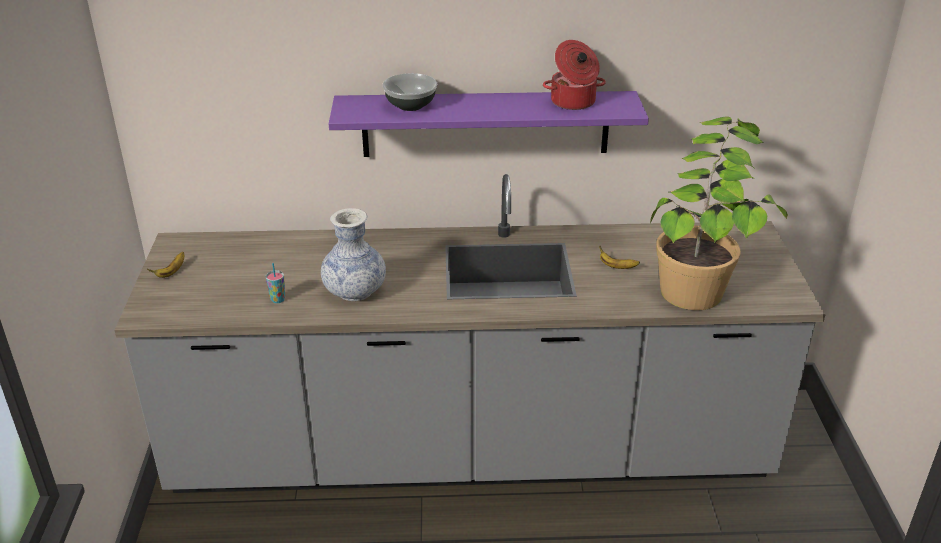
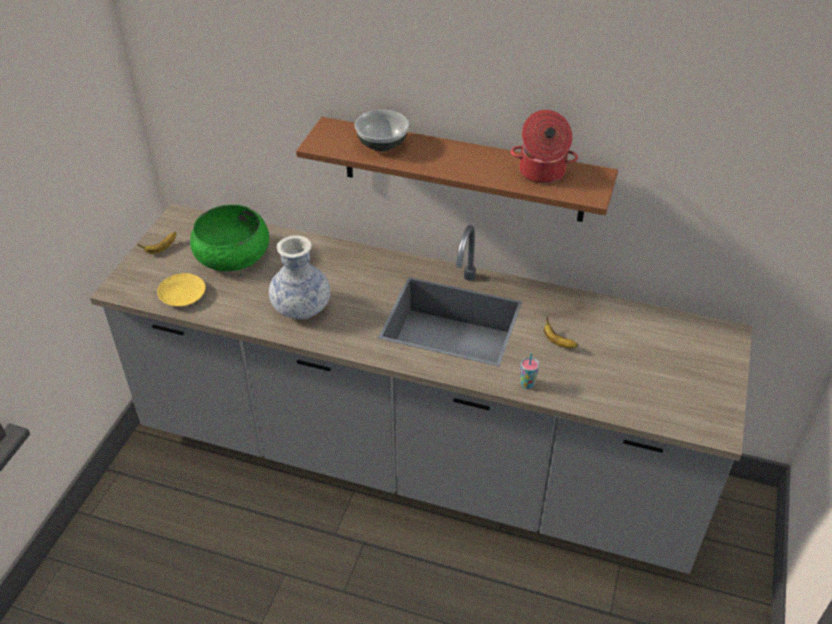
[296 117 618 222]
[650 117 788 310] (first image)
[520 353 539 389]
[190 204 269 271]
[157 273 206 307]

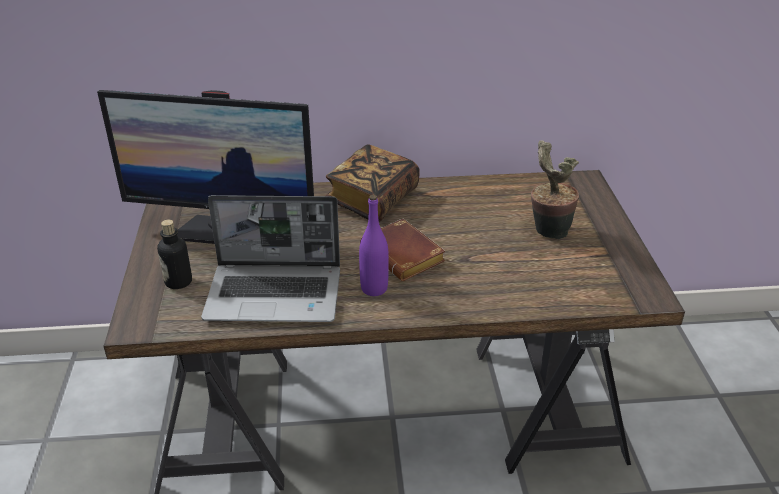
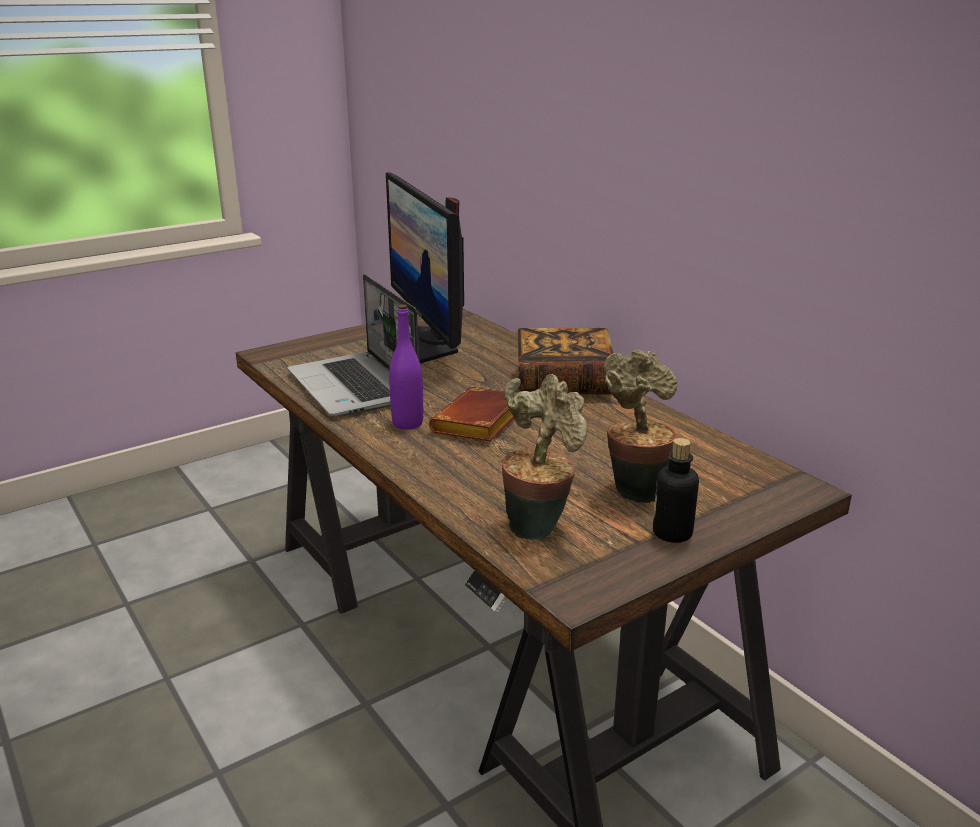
[653 438 699 543]
[502 374 588 540]

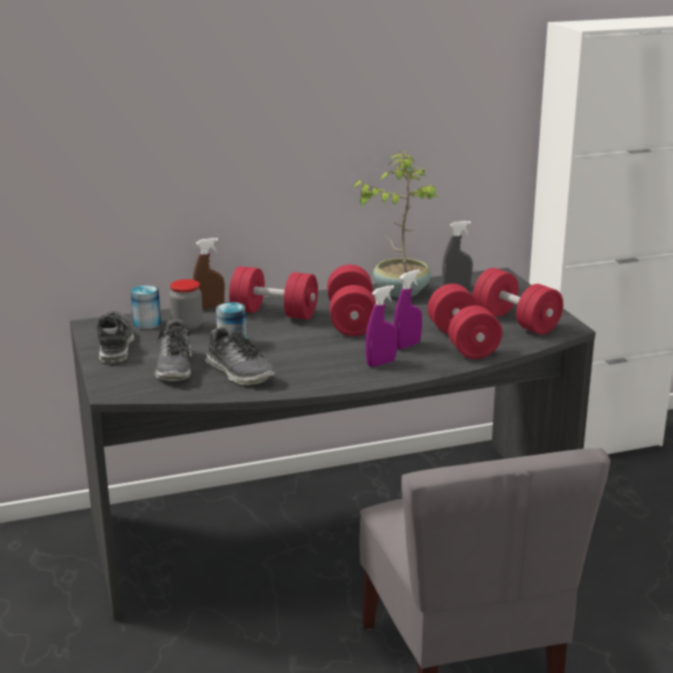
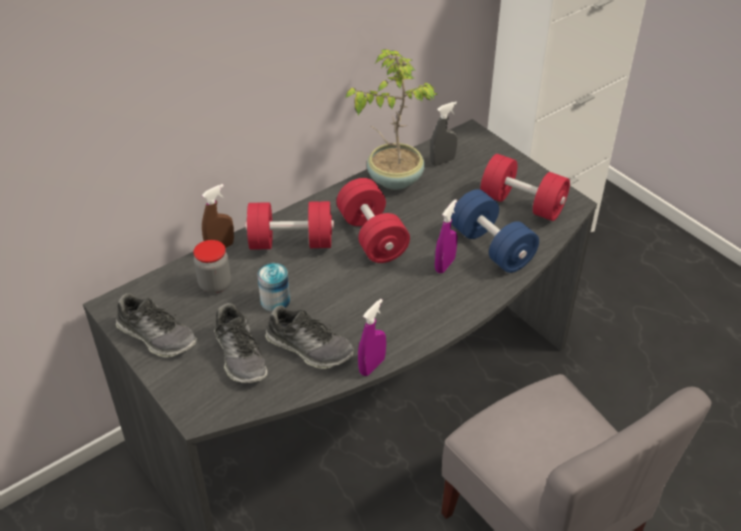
[451 189 539 273]
[131 285 161 329] (first image)
[358 299 386 376]
[116 293 197 357]

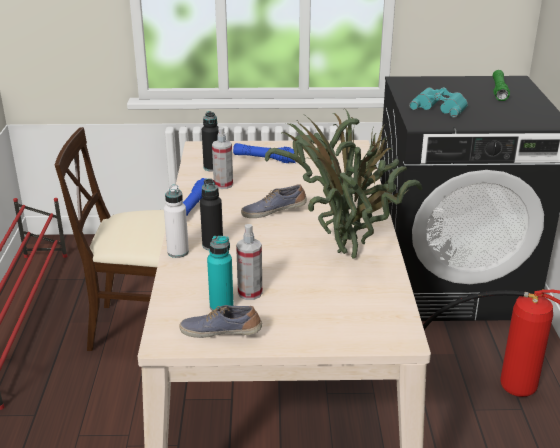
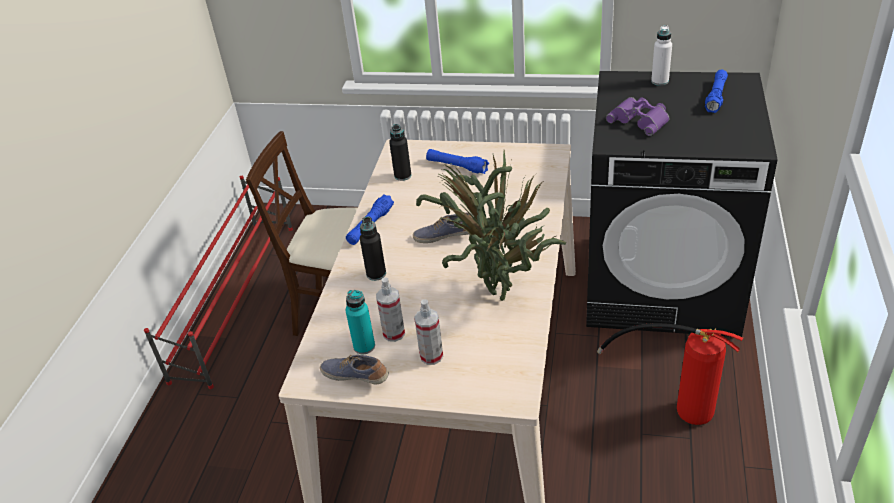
[705 70 728 113]
[606 97 670 136]
[414 299 443 365]
[651 25 672 86]

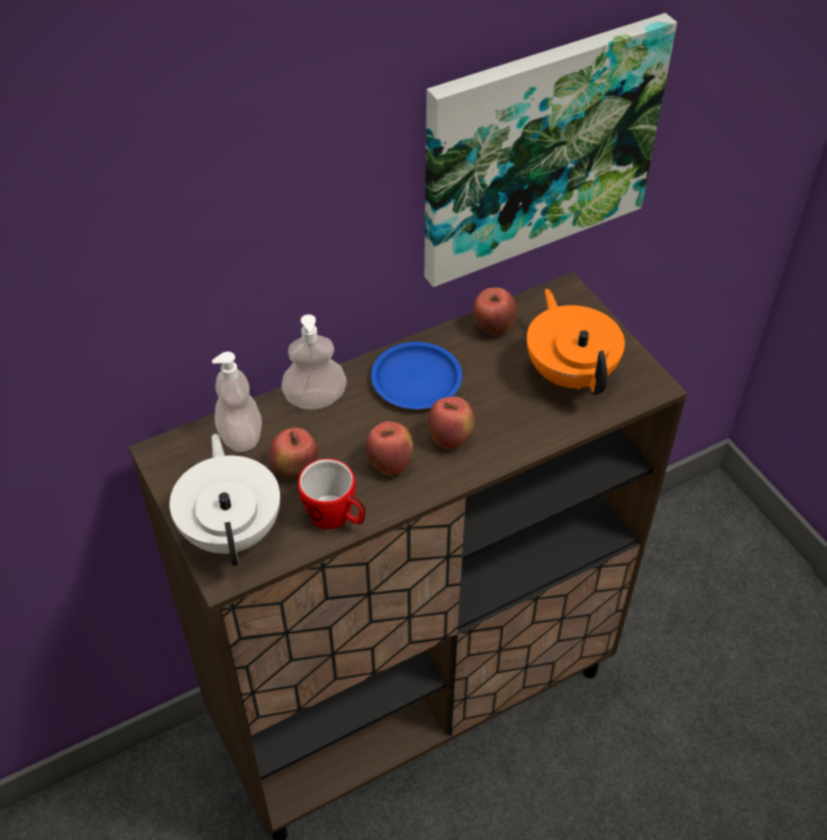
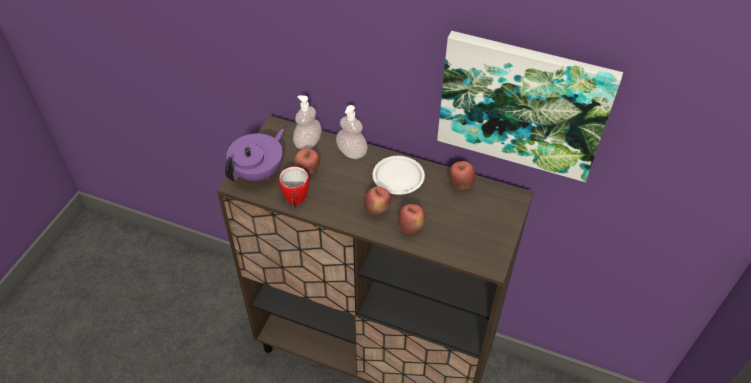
[527 289 625 395] (first image)
[373 156 425 195]
[398 204 425 234]
[225 129 284 181]

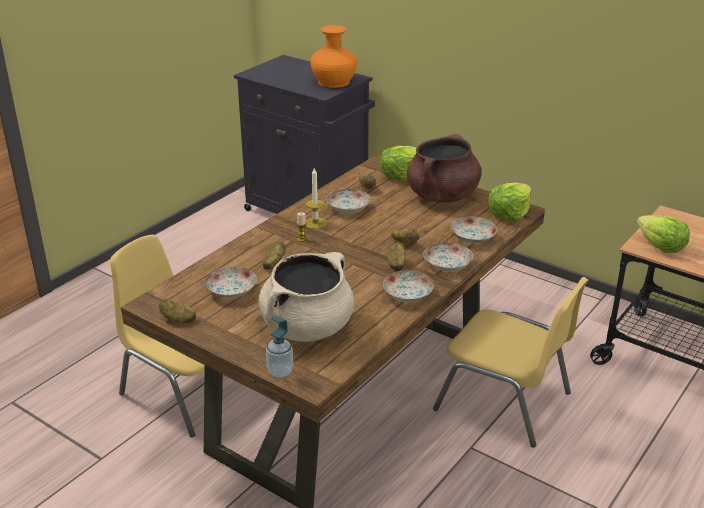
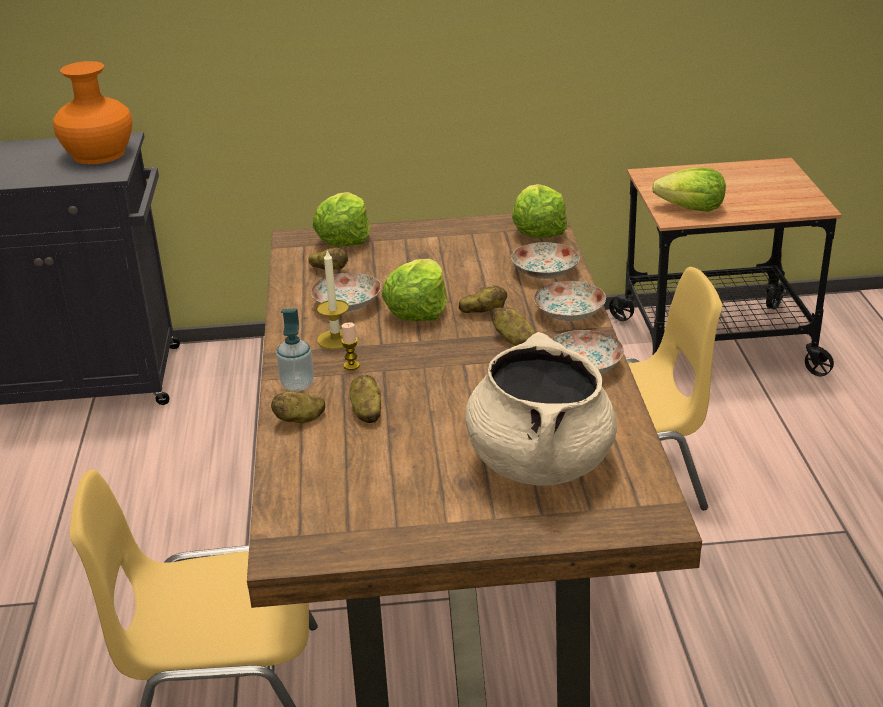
[407 134 482 203] (first image)
[205 267 257 298] (first image)
[271 392 325 423]
[276 308 314 392]
[382 259 447 321]

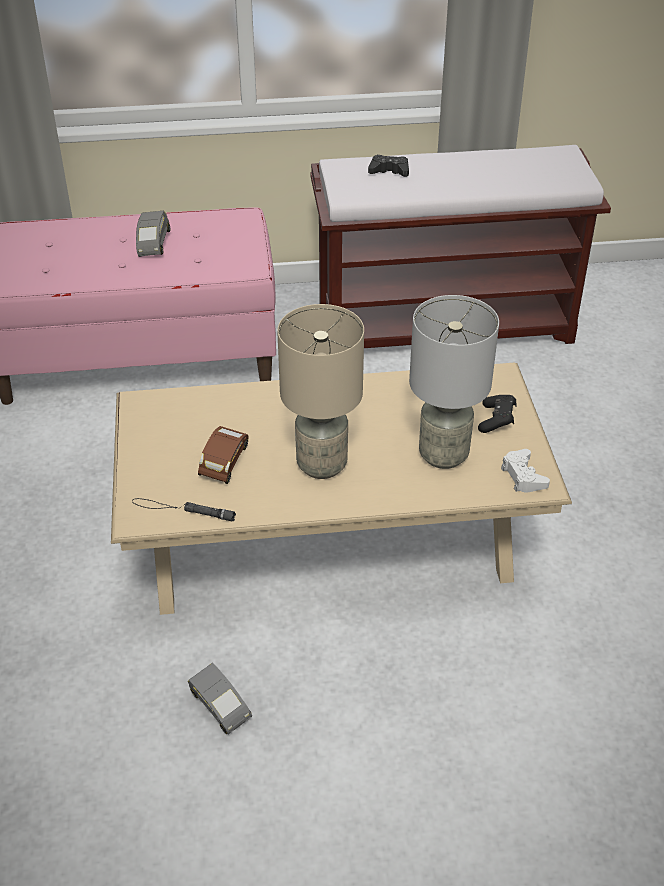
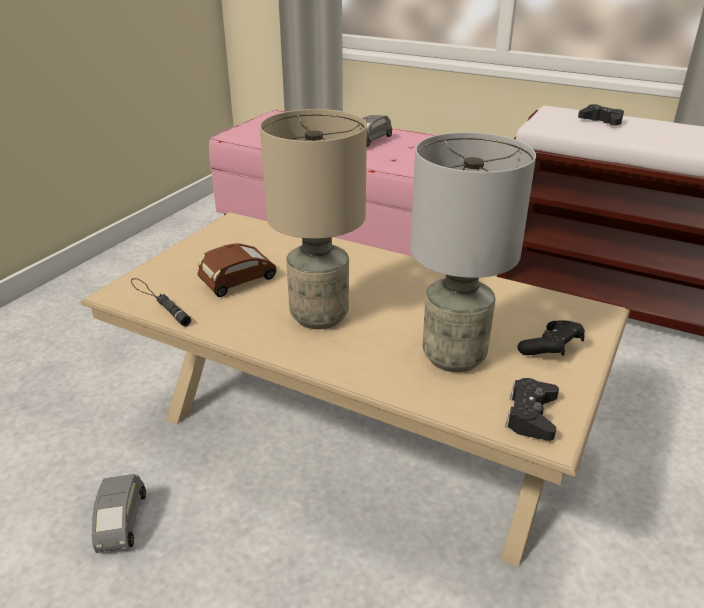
[505 378 559 441]

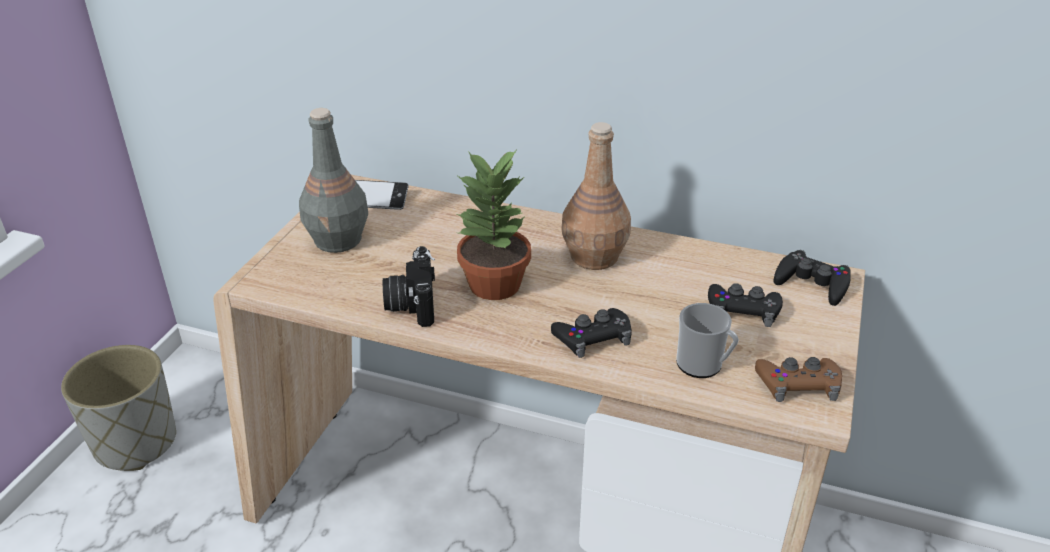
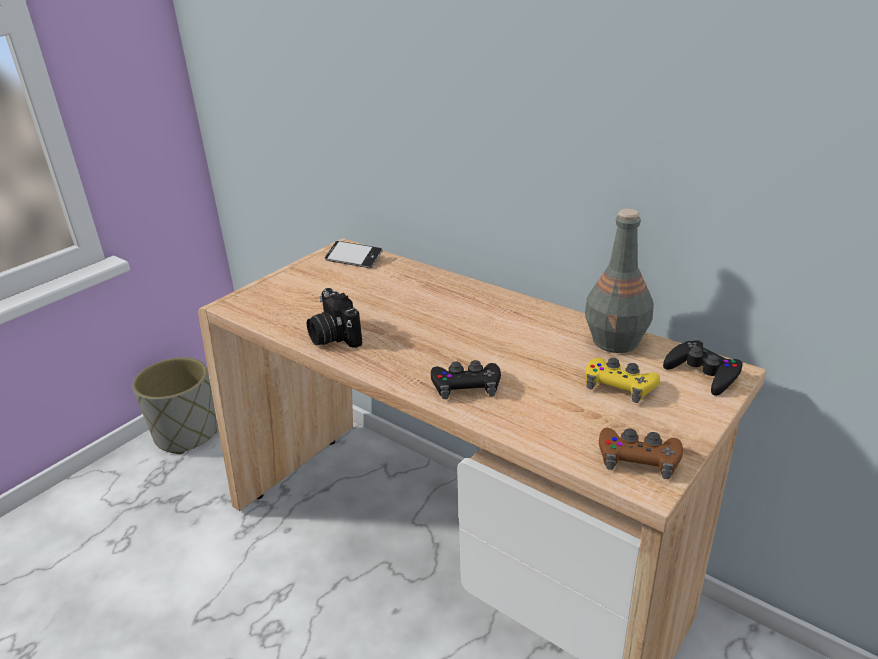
[585 209 654 353]
[561 122 631 270] (first image)
[457 149 531 300] (first image)
[307 288 362 348]
[586 358 660 403]
[676 303 739 378] (first image)

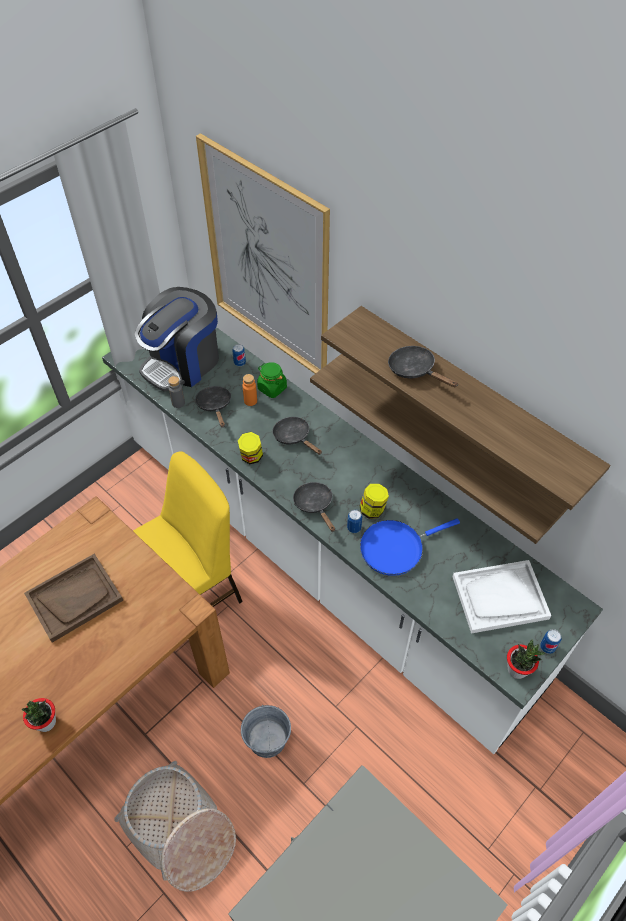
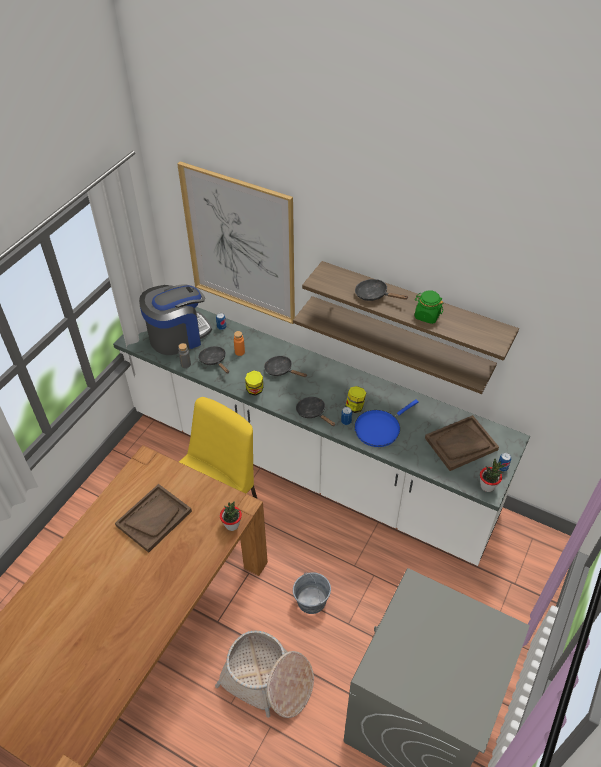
[139 284 212 355]
[415 290 444 324]
[425 415 499 471]
[220 501 242 531]

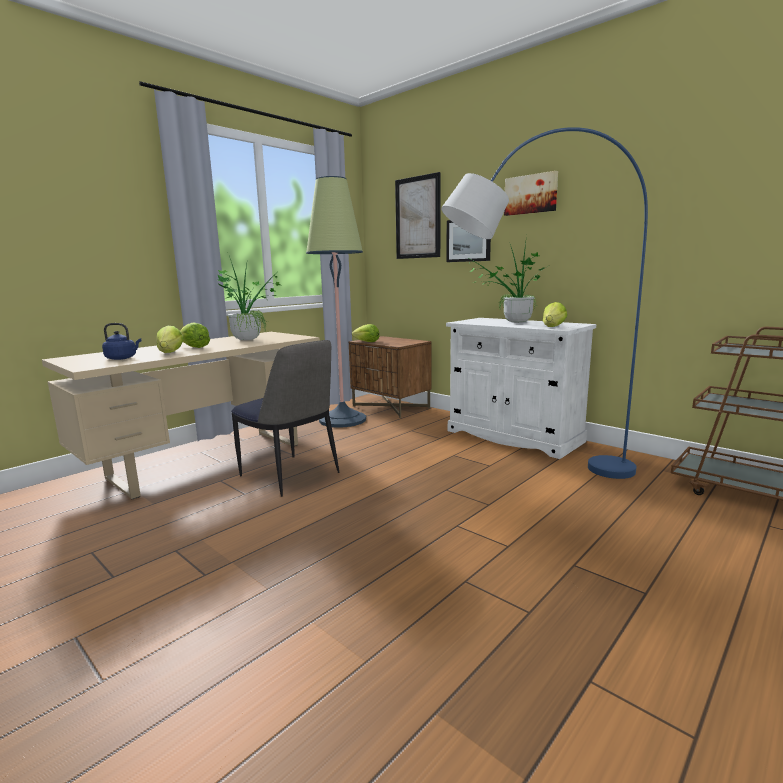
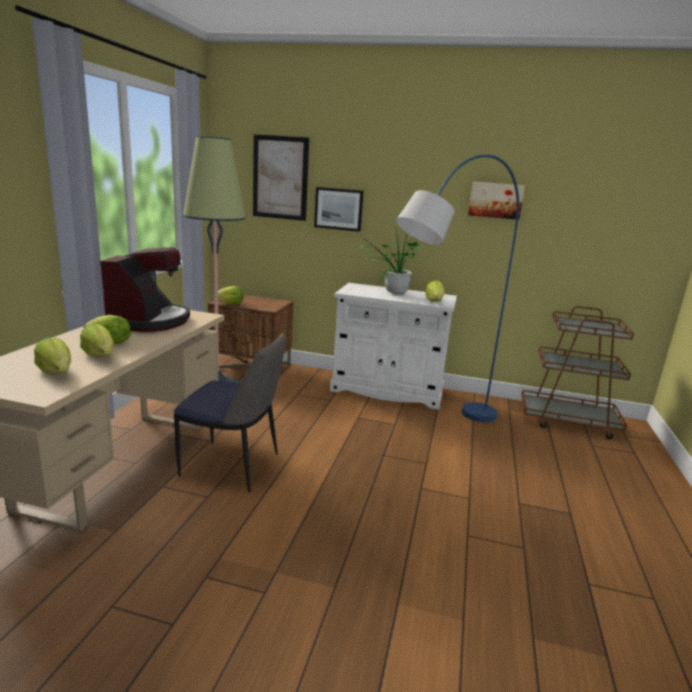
[468 182 525 220]
[100 247 190 332]
[34 337 71 375]

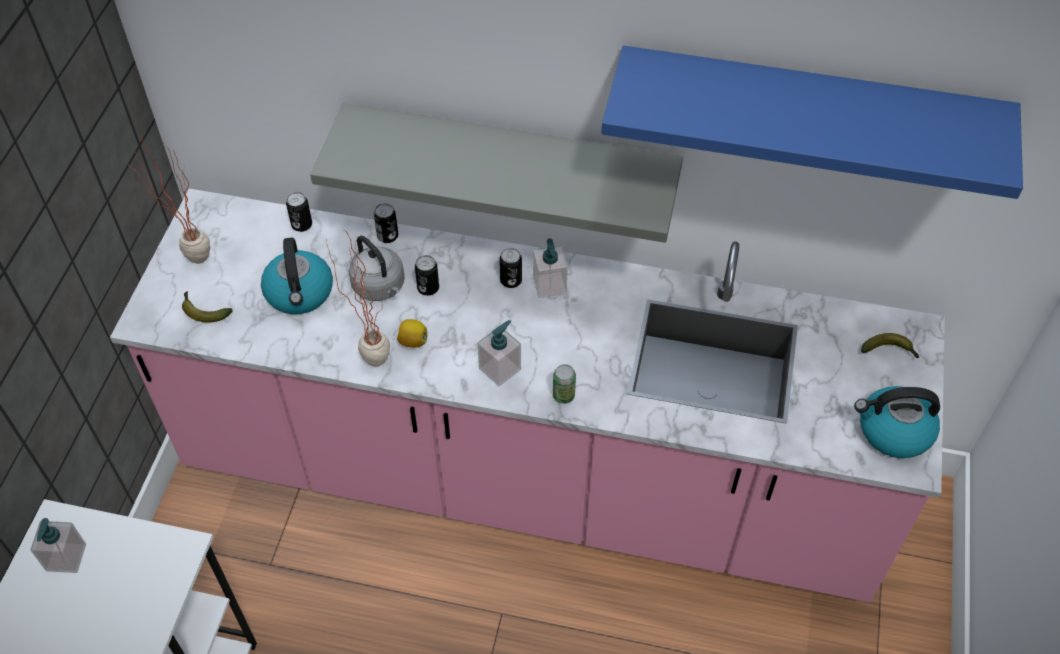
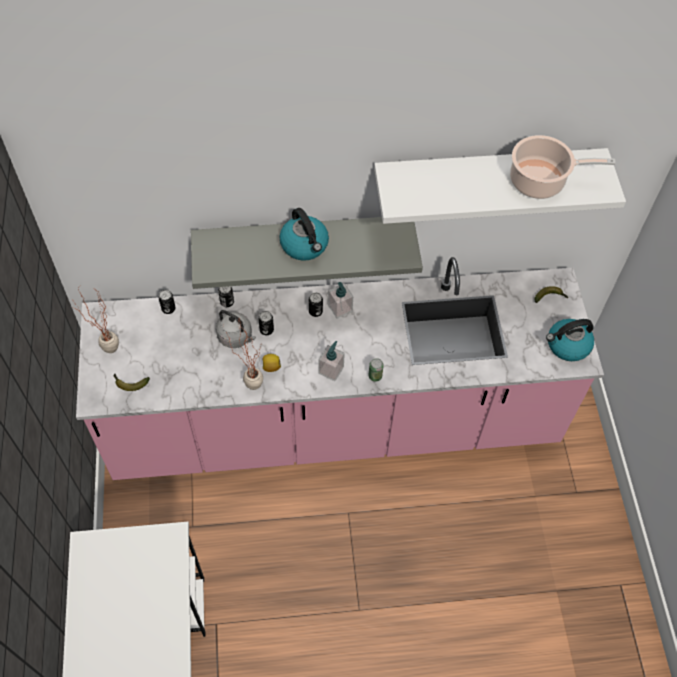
[374 148 626 224]
[280 208 329 261]
[30 518 86 573] (first image)
[510 135 616 199]

